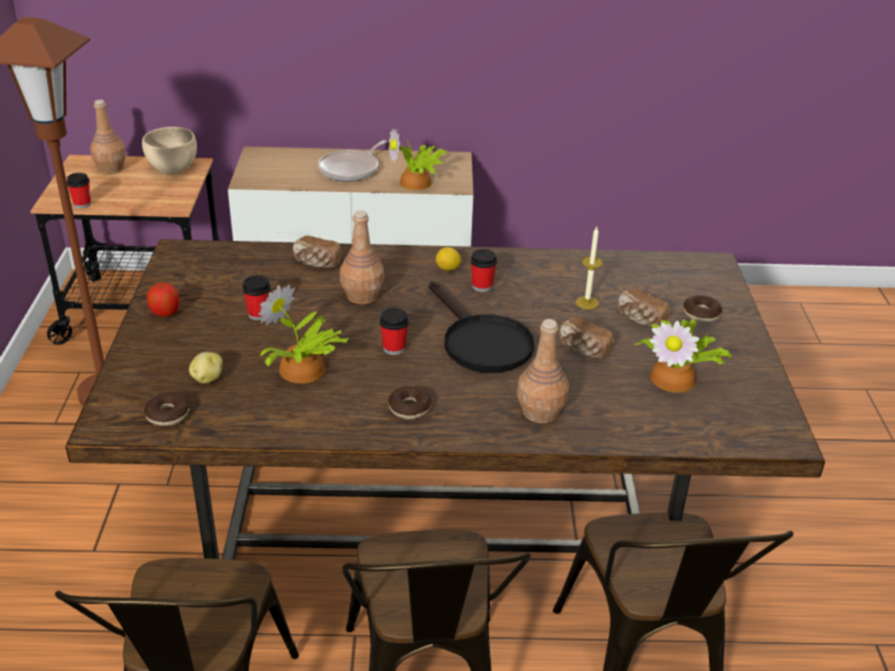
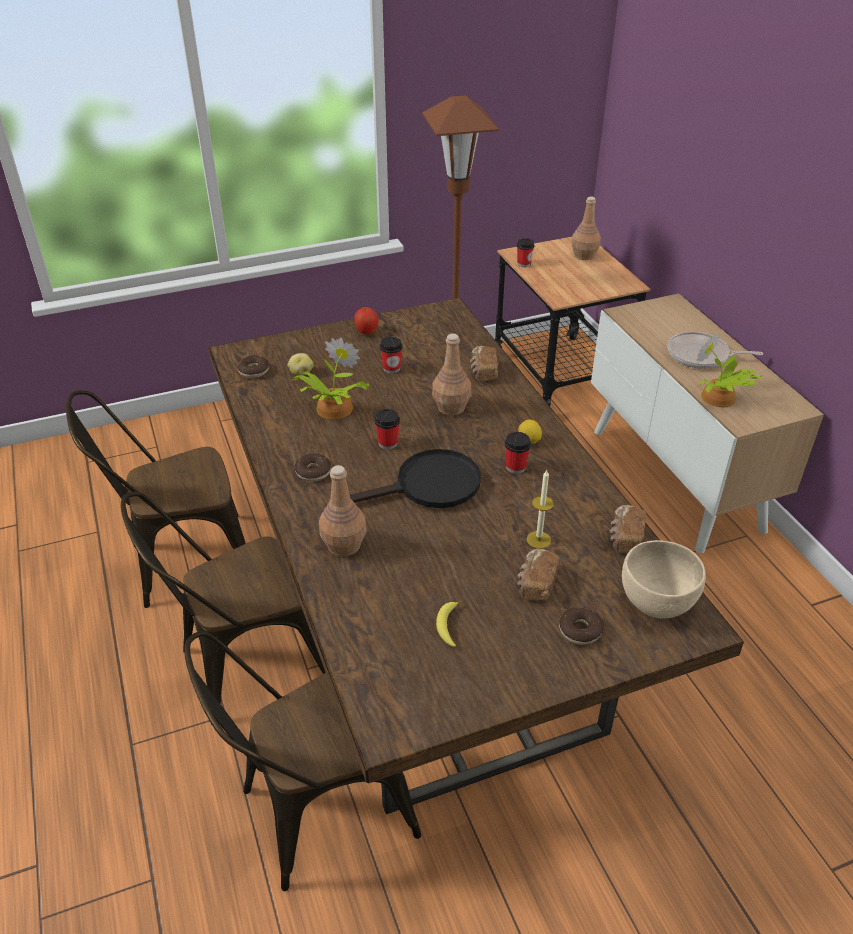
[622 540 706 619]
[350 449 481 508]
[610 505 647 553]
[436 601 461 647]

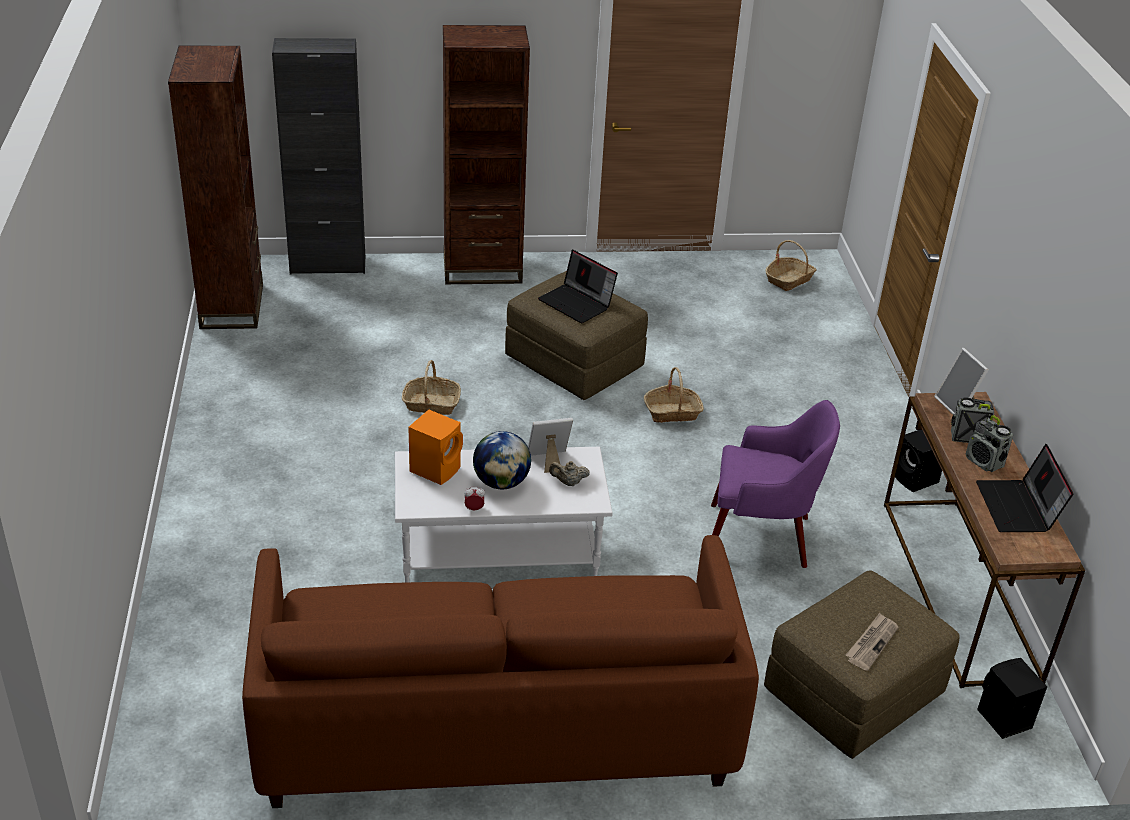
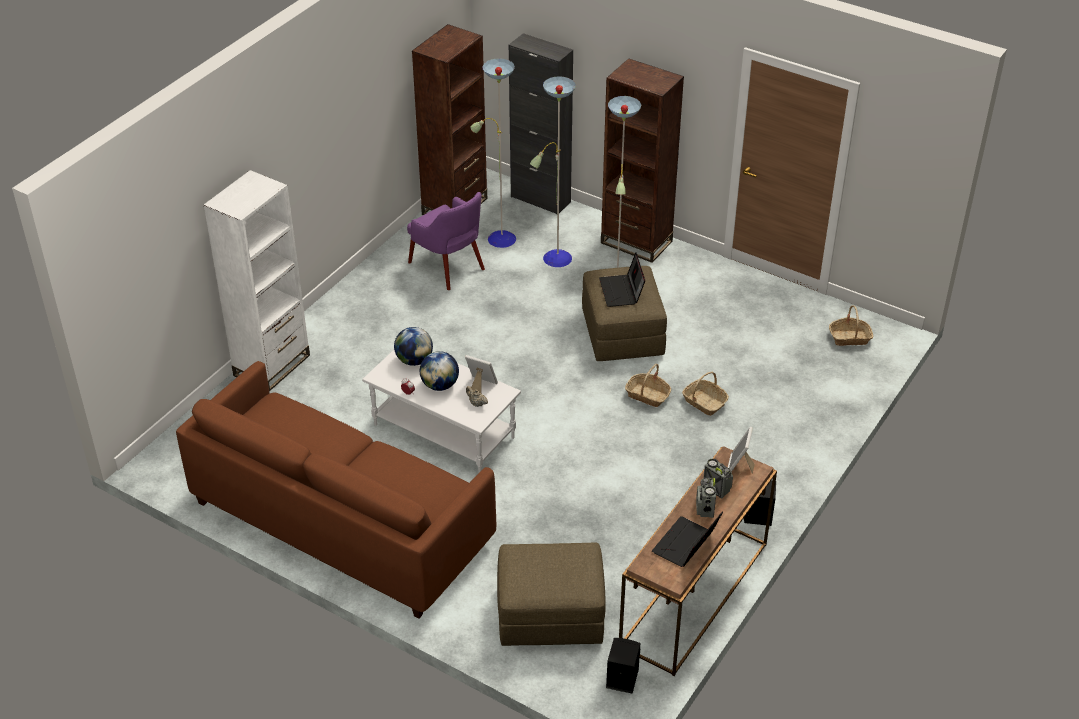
[682 372 729 416]
[407 192 485 290]
[394 327 433 366]
[846 613 898 671] (first image)
[470 58 641 268]
[203 170 310 391]

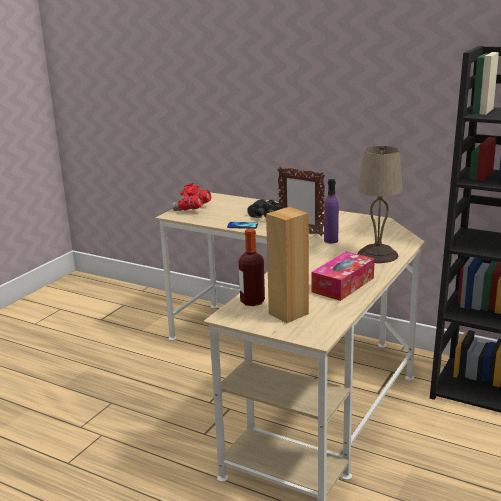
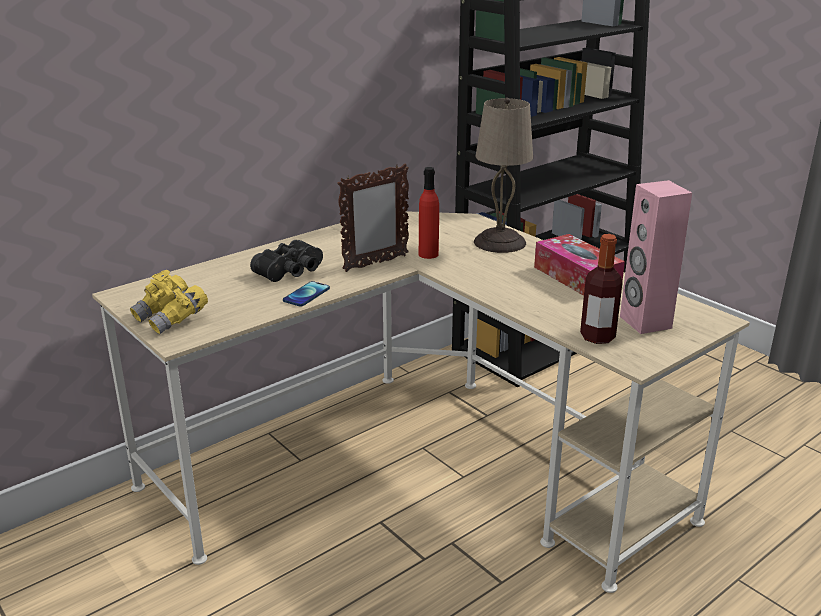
[419 167 439 259]
[130 270 208 334]
[620 180 692 334]

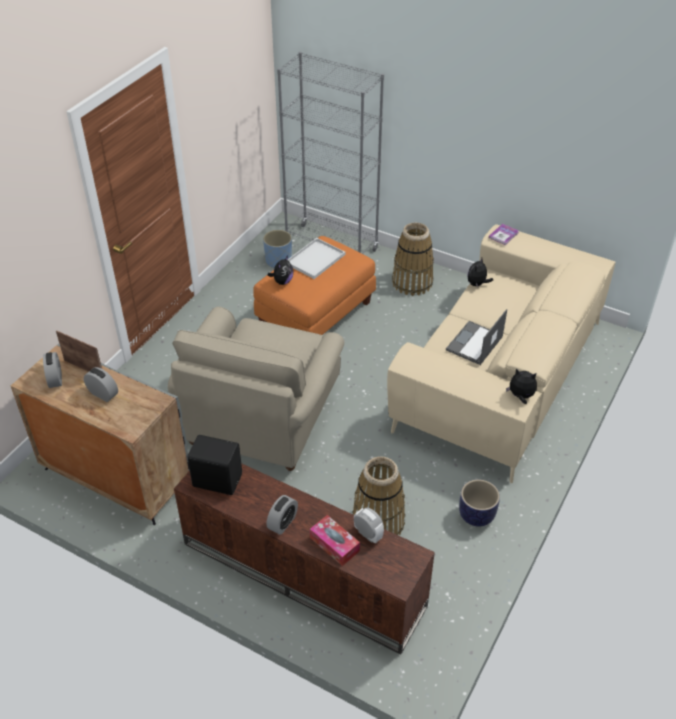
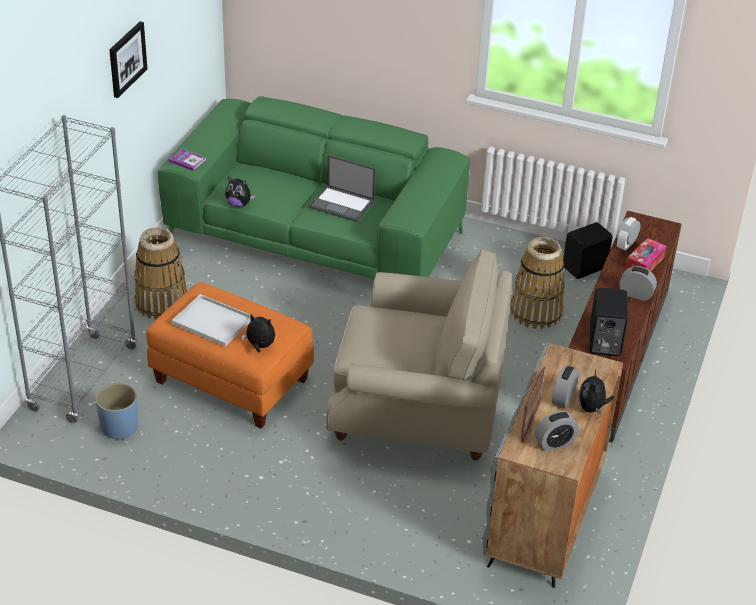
[158 96 470 279]
[578 370 614 414]
[459 479 500 527] (first image)
[109 21 147 98]
[563 222 612 279]

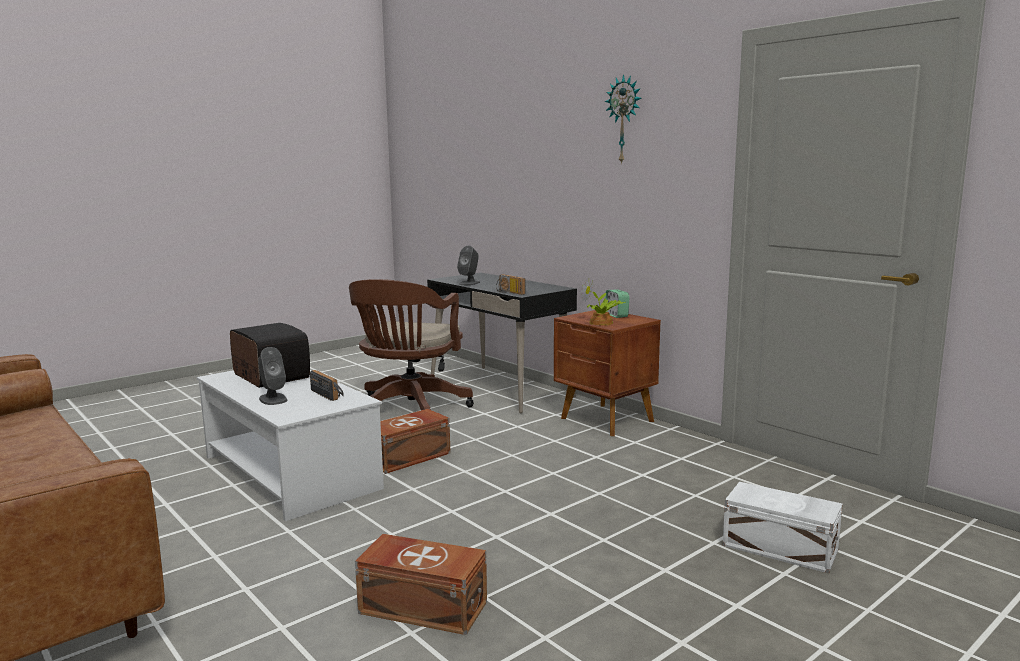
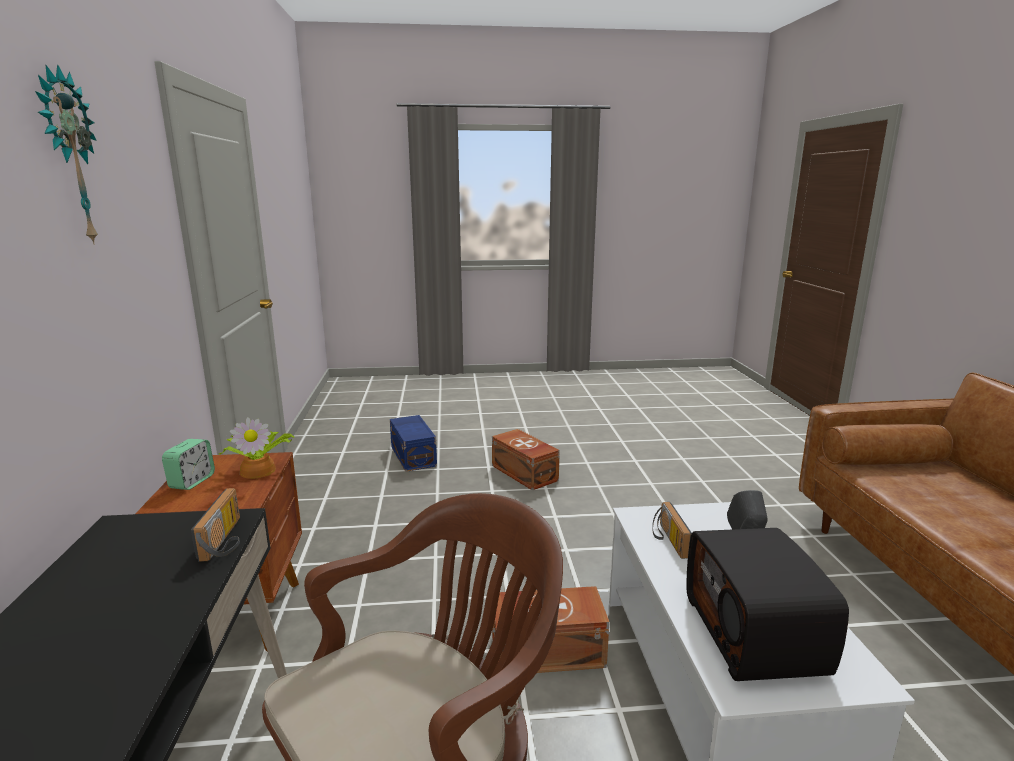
[457 246 480 285] (first image)
[390 415 437 472]
[492 429 560 490]

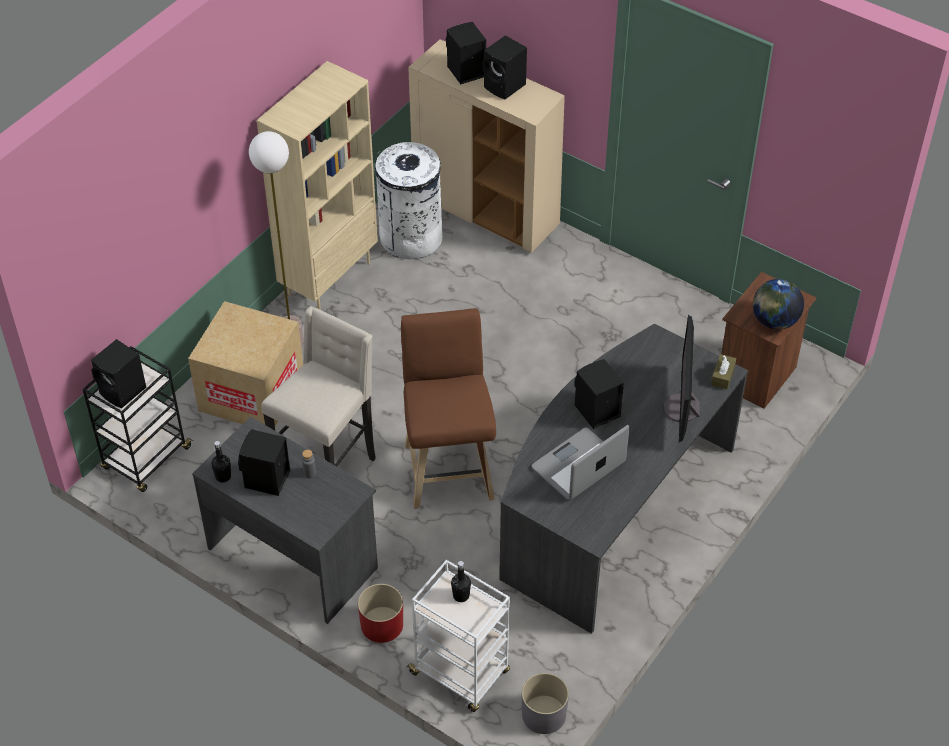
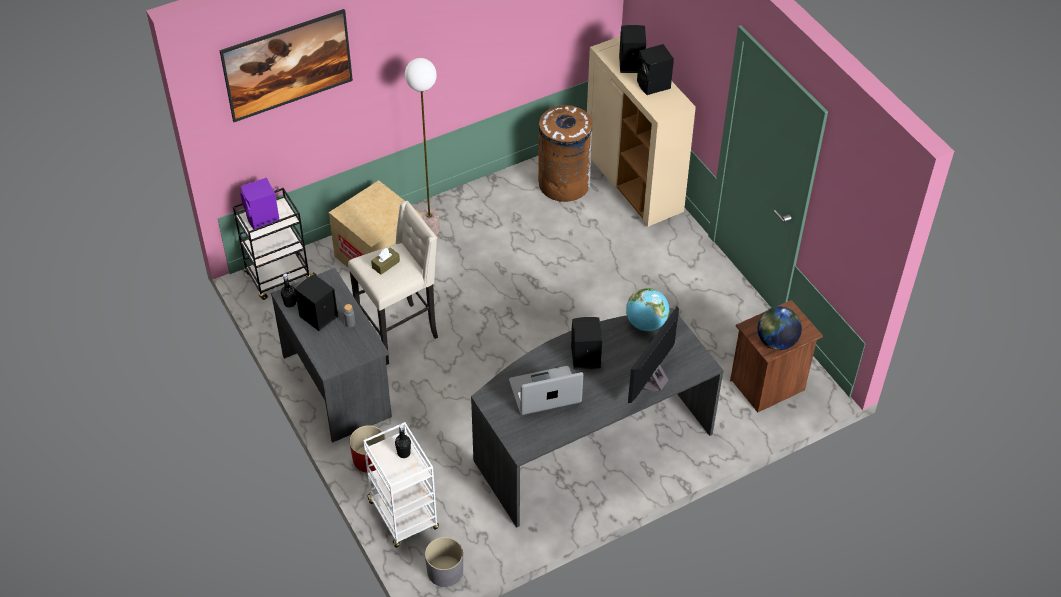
[257 61 378 310] (first image)
[538 105 593 202]
[401 308 496 509] (first image)
[240 178 280 229]
[371 247 400 275]
[219 9 353 122]
[626 288 670 331]

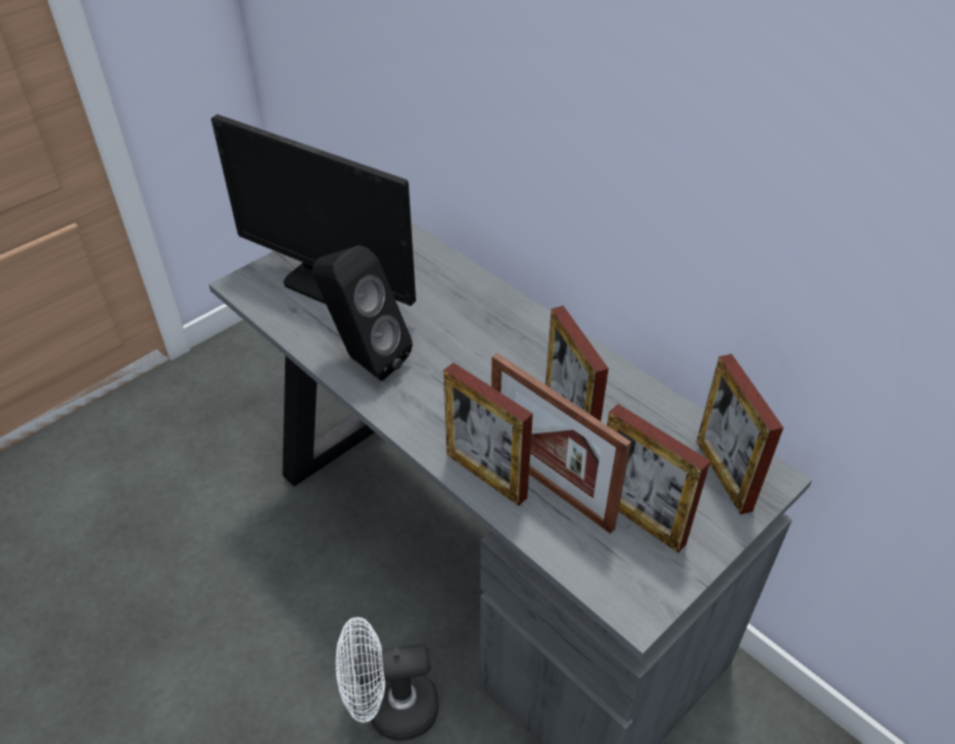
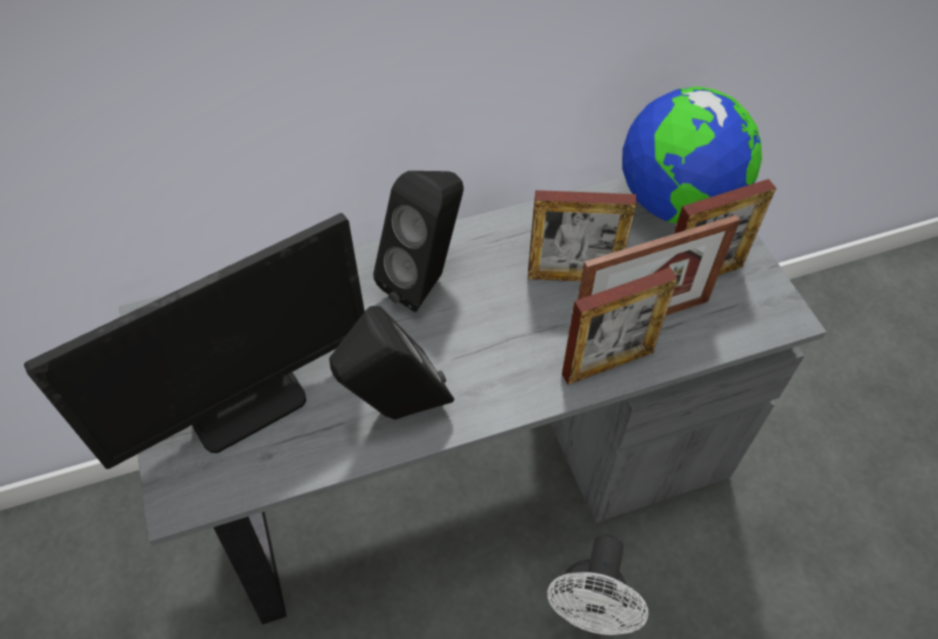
[622 87 762 223]
[373 171 464 312]

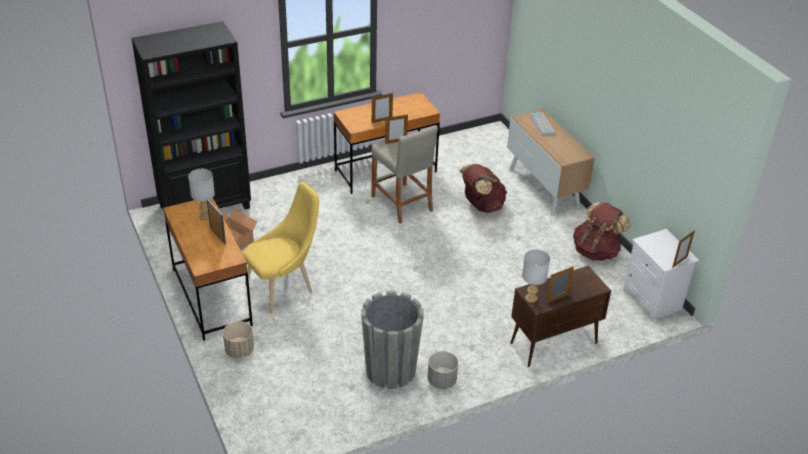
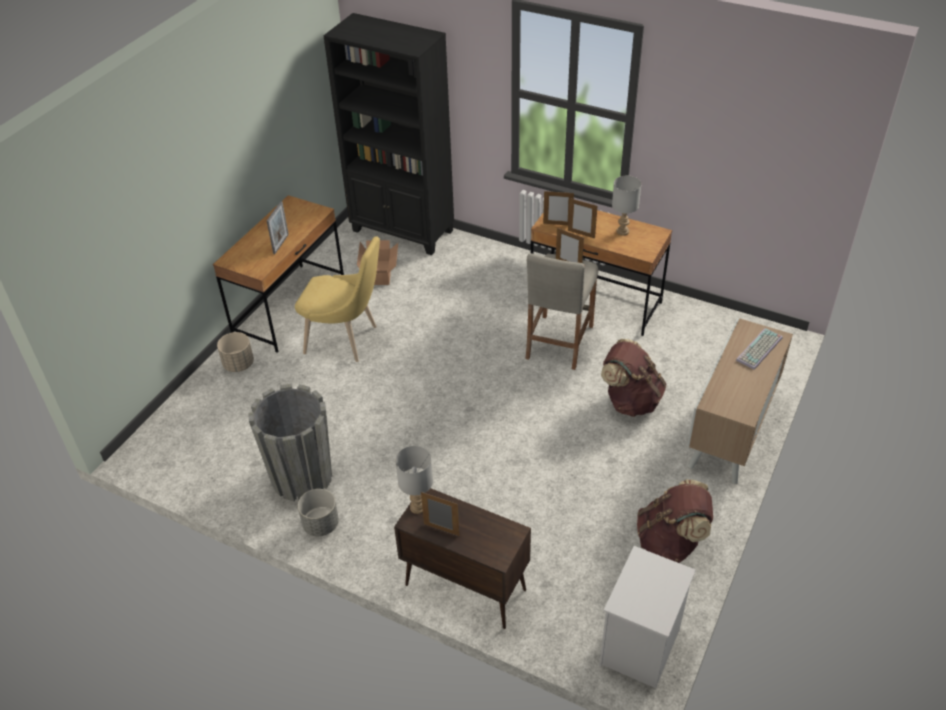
[612 176 642 236]
[543 191 574 225]

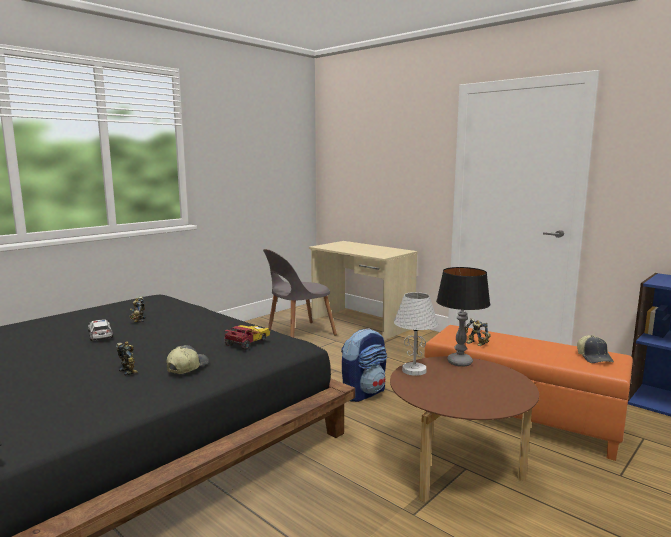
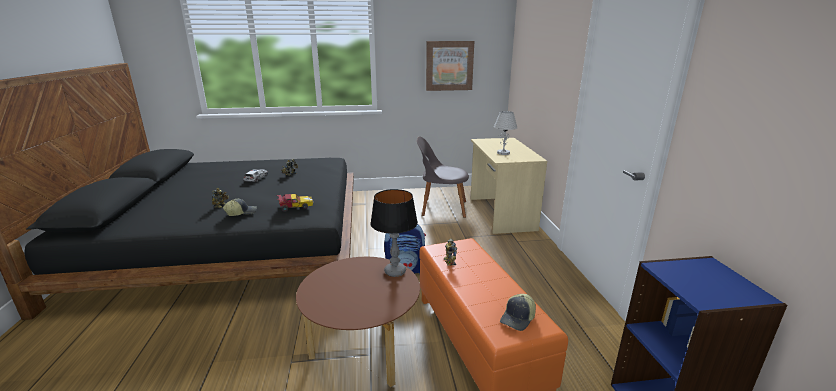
[494 111 517 155]
[426 41 474 91]

